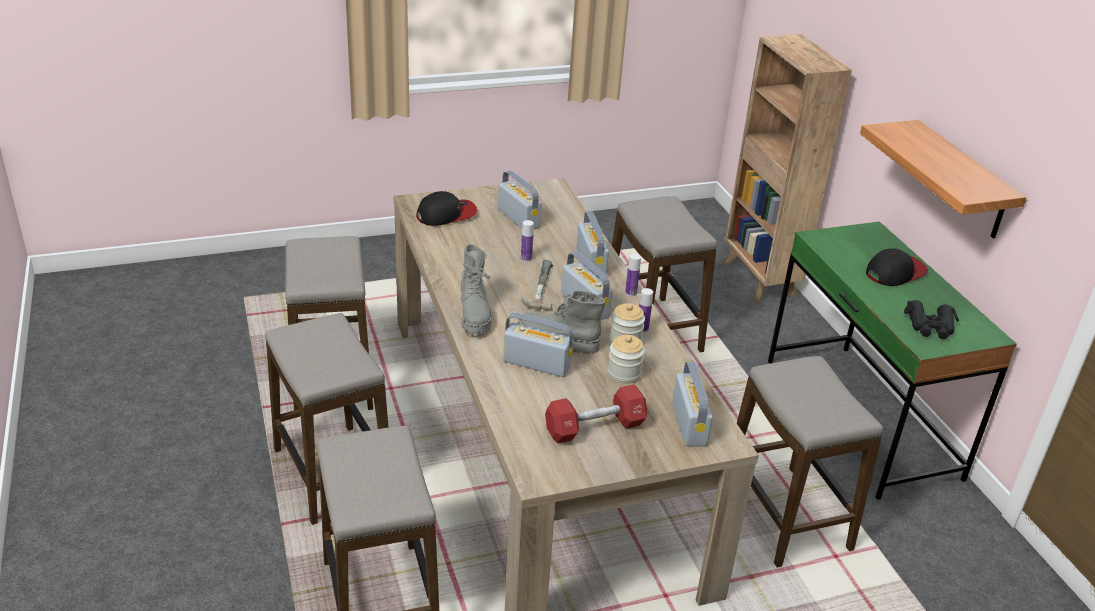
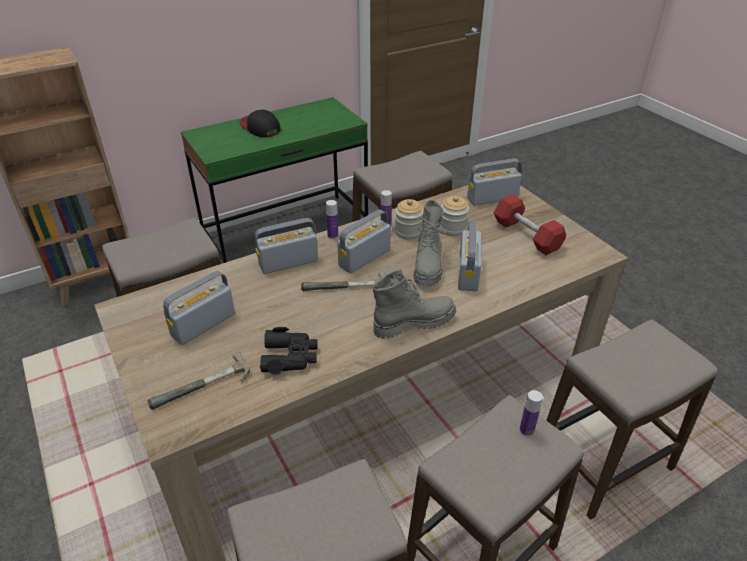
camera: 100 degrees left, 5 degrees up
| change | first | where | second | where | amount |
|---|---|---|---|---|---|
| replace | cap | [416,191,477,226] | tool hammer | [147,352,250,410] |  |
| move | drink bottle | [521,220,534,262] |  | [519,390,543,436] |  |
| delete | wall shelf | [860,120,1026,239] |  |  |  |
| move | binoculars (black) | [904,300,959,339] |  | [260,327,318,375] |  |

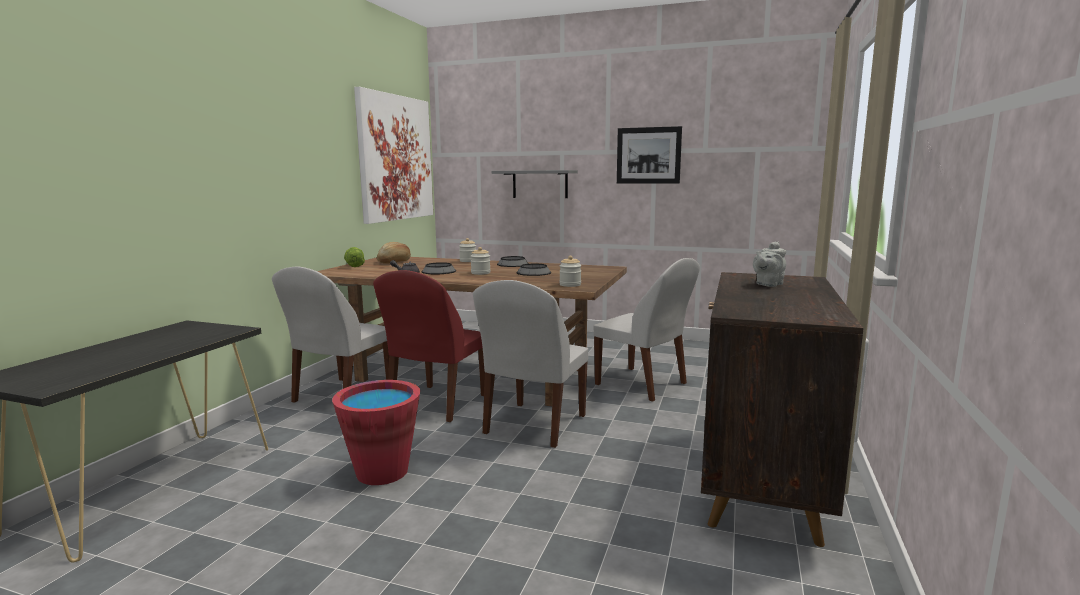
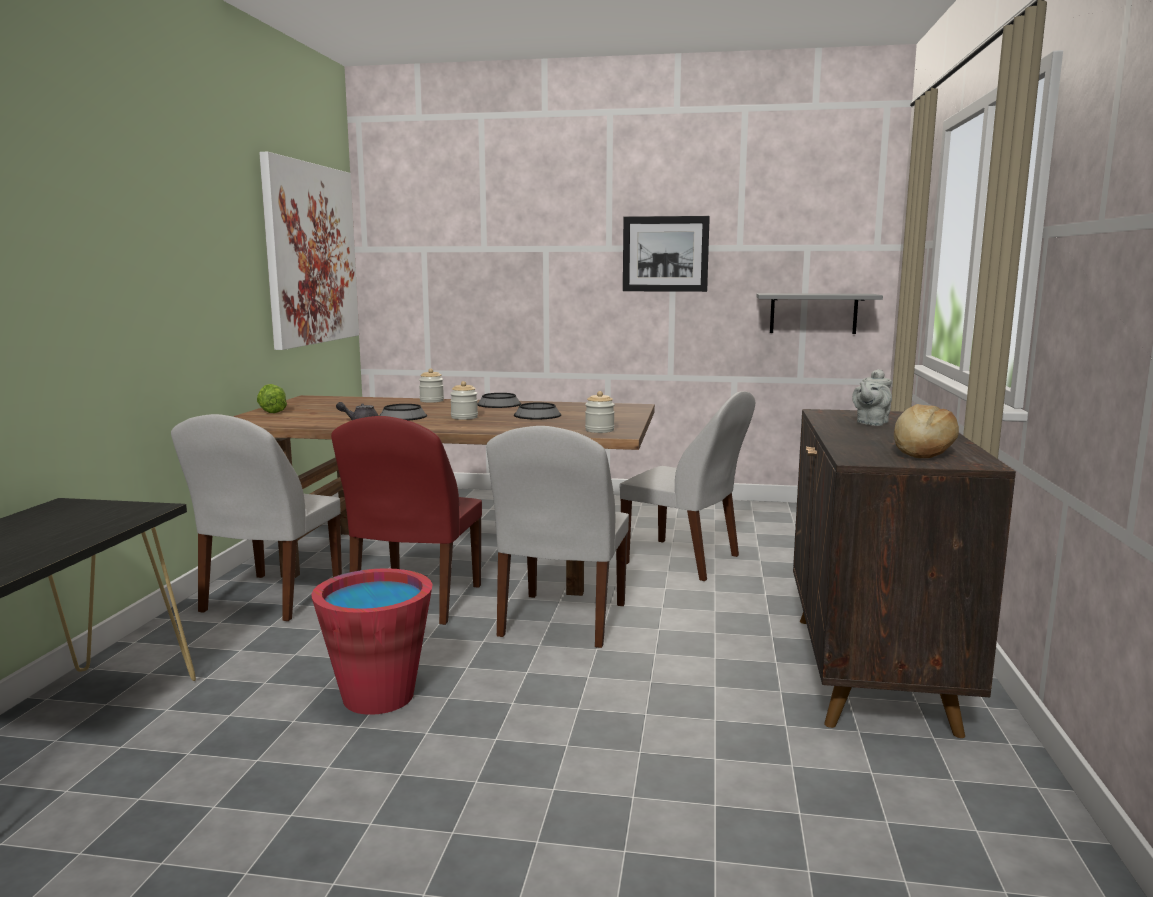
camera: 10 degrees left, 0 degrees up
| change | first | where | second | where | amount |
|---|---|---|---|---|---|
| move | bakery bread | [377,242,411,264] |  | [894,404,959,458] |  |
| move | wall shelf (greyish) | [492,170,578,198] |  | [756,293,883,334] |  |

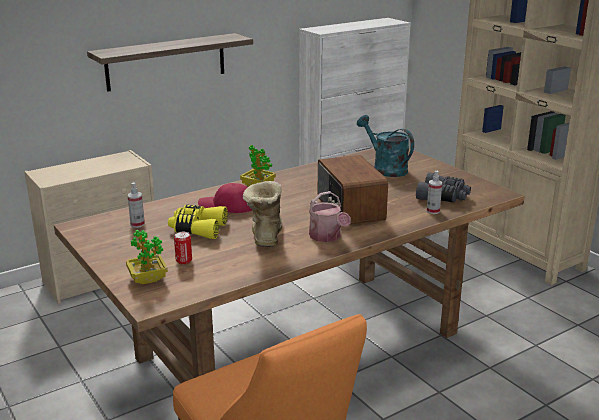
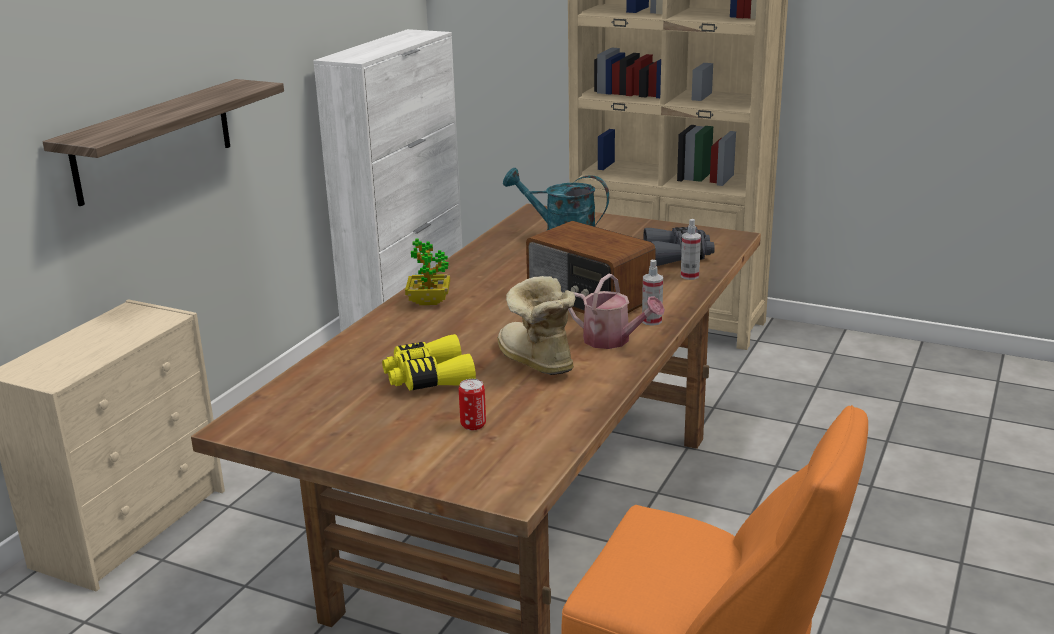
camera: 30 degrees left, 0 degrees up
| change | first | where | second | where | amount |
|---|---|---|---|---|---|
| delete | plant in a pot | [126,230,168,284] |  |  |  |
| move | hand sprayer | [128,182,145,228] |  | [642,260,663,326] |  |
| delete | cap (red-coloured) | [198,183,252,213] |  |  |  |

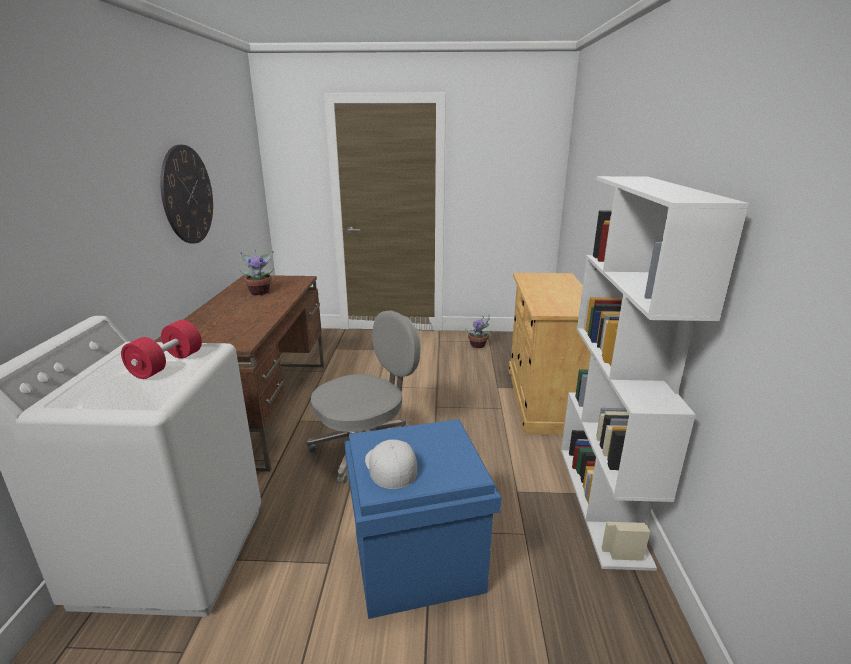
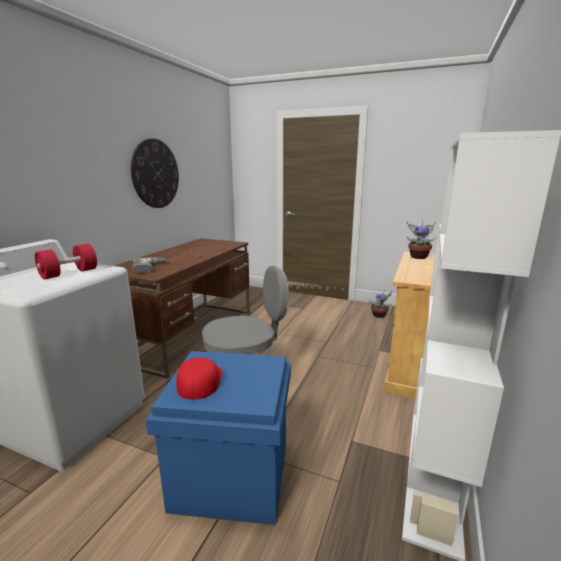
camera: 20 degrees right, 5 degrees down
| change | first | where | second | where | amount |
|---|---|---|---|---|---|
| move | plant in a pot | [239,250,274,295] |  | [406,220,436,259] |  |
| recolor | cap (white) | [365,440,417,489] | cap (red-coloured) | [176,357,222,400] |  |
| insert |  |  | electric drill | [133,257,167,274] |  |

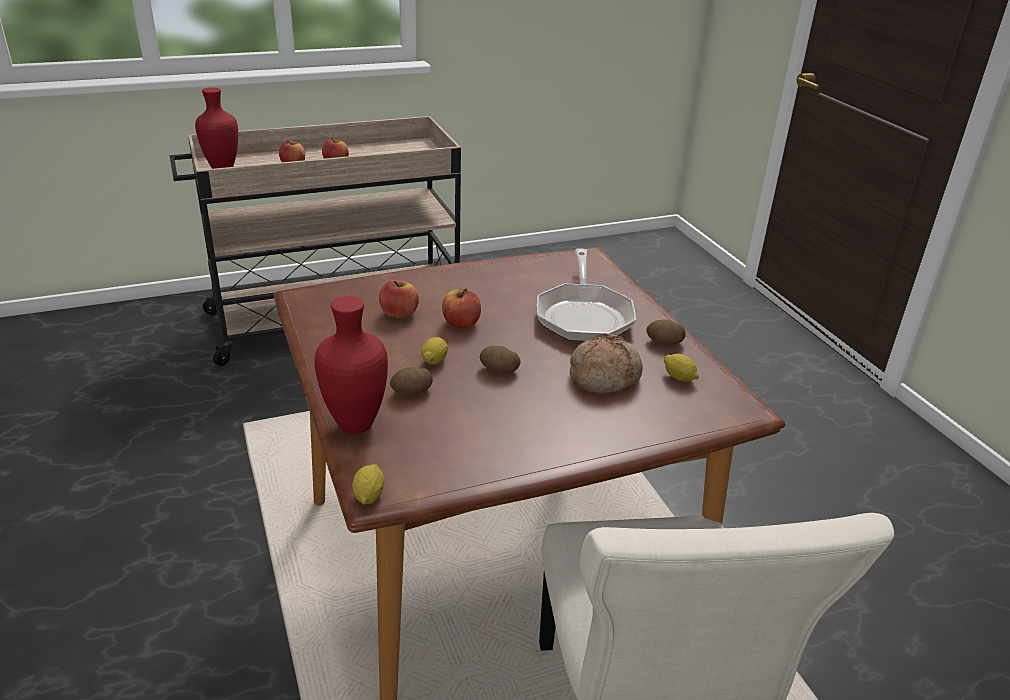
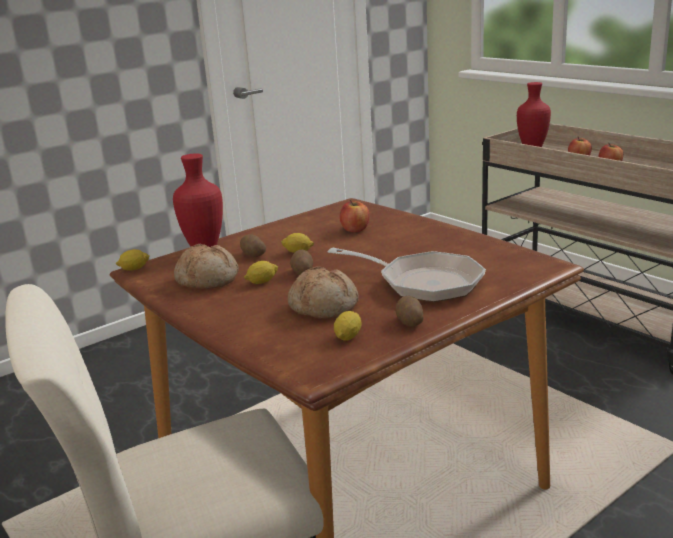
camera: 75 degrees right, 10 degrees down
| change | first | where | second | where | amount |
|---|---|---|---|---|---|
| delete | apple fruit | [442,289,481,328] |  |  |  |
| rotate | frying pan | [537,248,636,342] |  | [328,248,486,302] | 135 degrees counterclockwise |
| insert |  |  | bakery bread | [174,244,239,289] |  |
| insert |  |  | whole lemon | [244,261,278,284] |  |

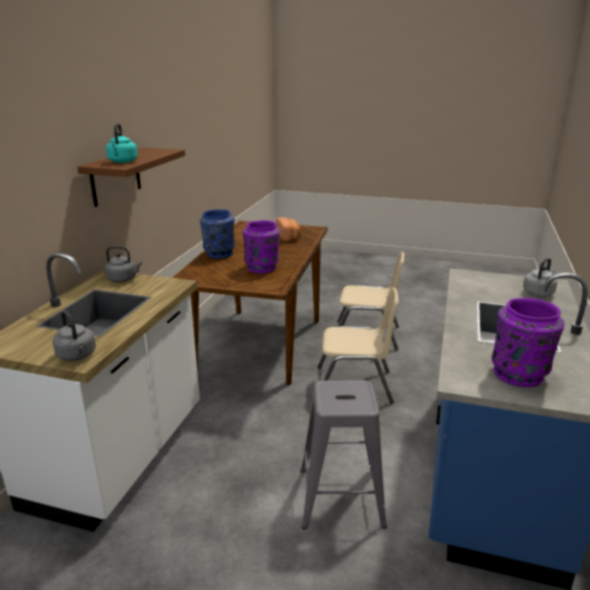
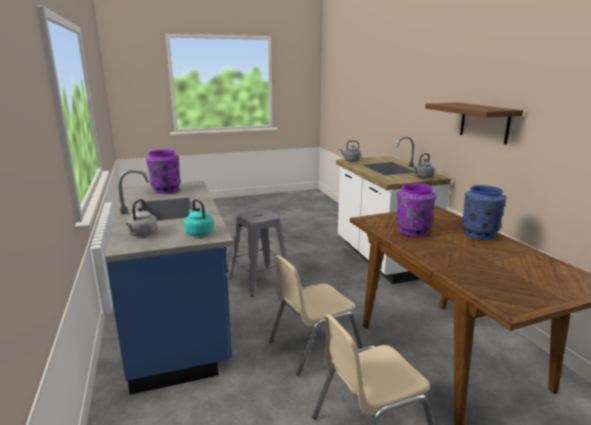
camera: 145 degrees right, 5 degrees down
| change | first | where | second | where | amount |
|---|---|---|---|---|---|
| move | water kettle (blue-green) | [106,123,138,163] |  | [184,199,213,236] |  |
| delete | bakery bread | [276,217,301,241] |  |  |  |

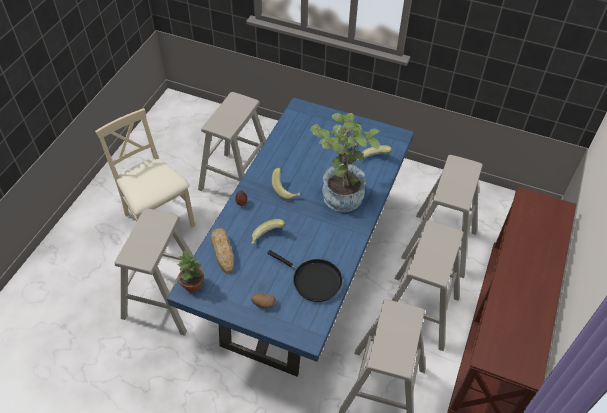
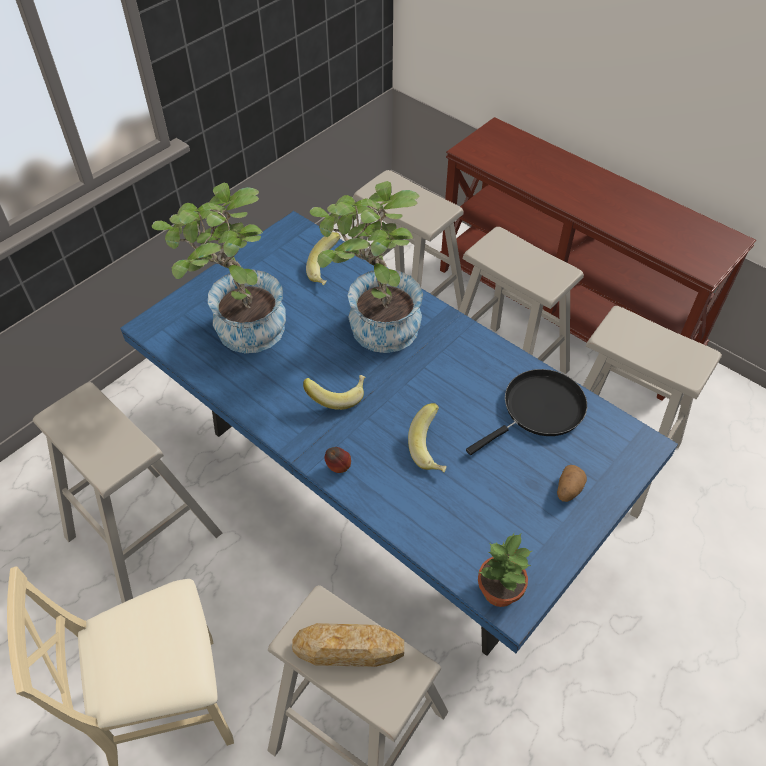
camera: 70 degrees left, 0 degrees up
| change | first | where | second | where | amount |
|---|---|---|---|---|---|
| move | bakery bread | [211,228,234,274] |  | [292,623,404,667] |  |
| insert |  |  | plant in a pot | [152,183,286,353] |  |

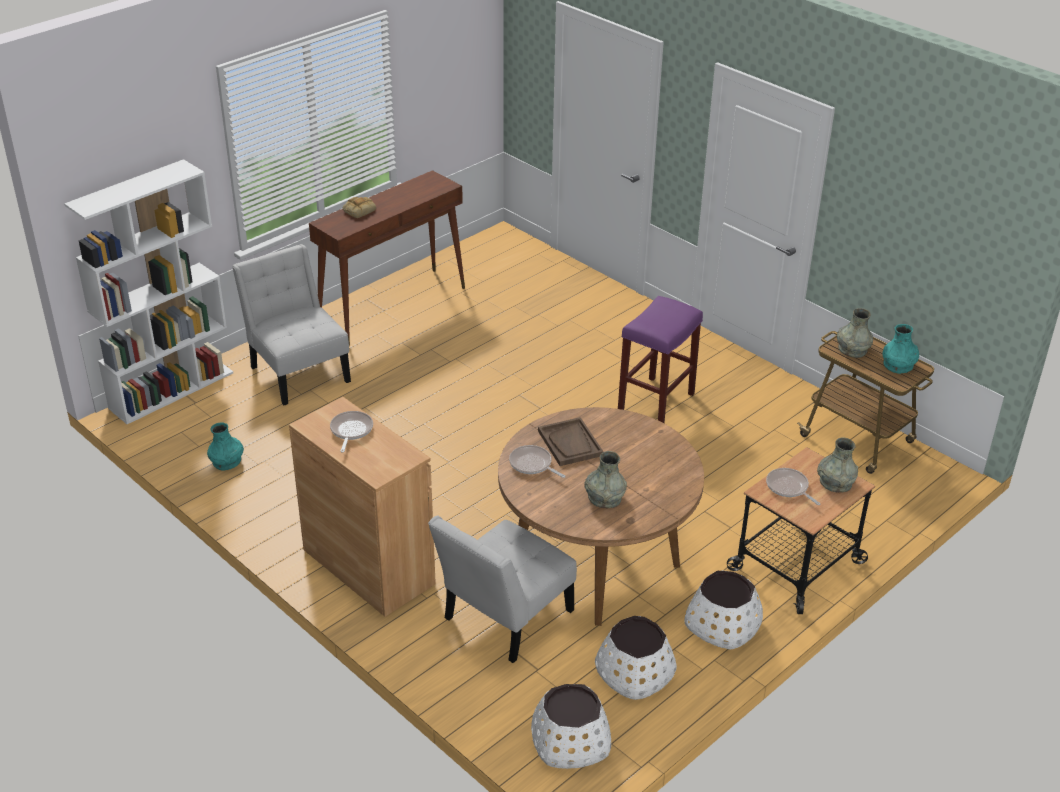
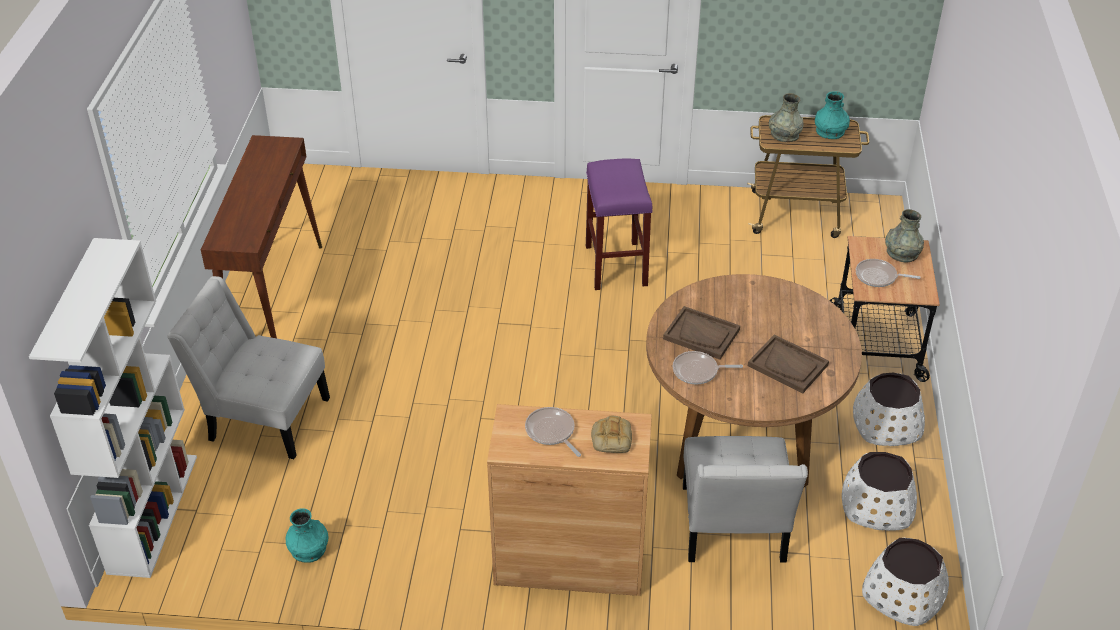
camera: 40 degrees left, 5 degrees up
| change | first | where | second | where | amount |
|---|---|---|---|---|---|
| move | bakery bread | [343,197,376,218] |  | [591,415,632,453] |  |
| replace | vase (greyish) | [584,451,627,508] | serving tray (brown) | [748,335,829,393] |  |

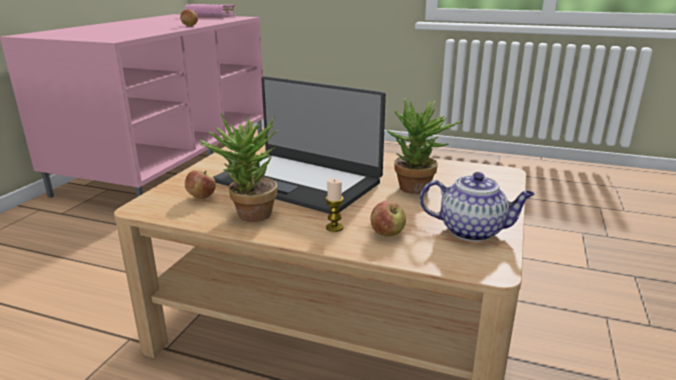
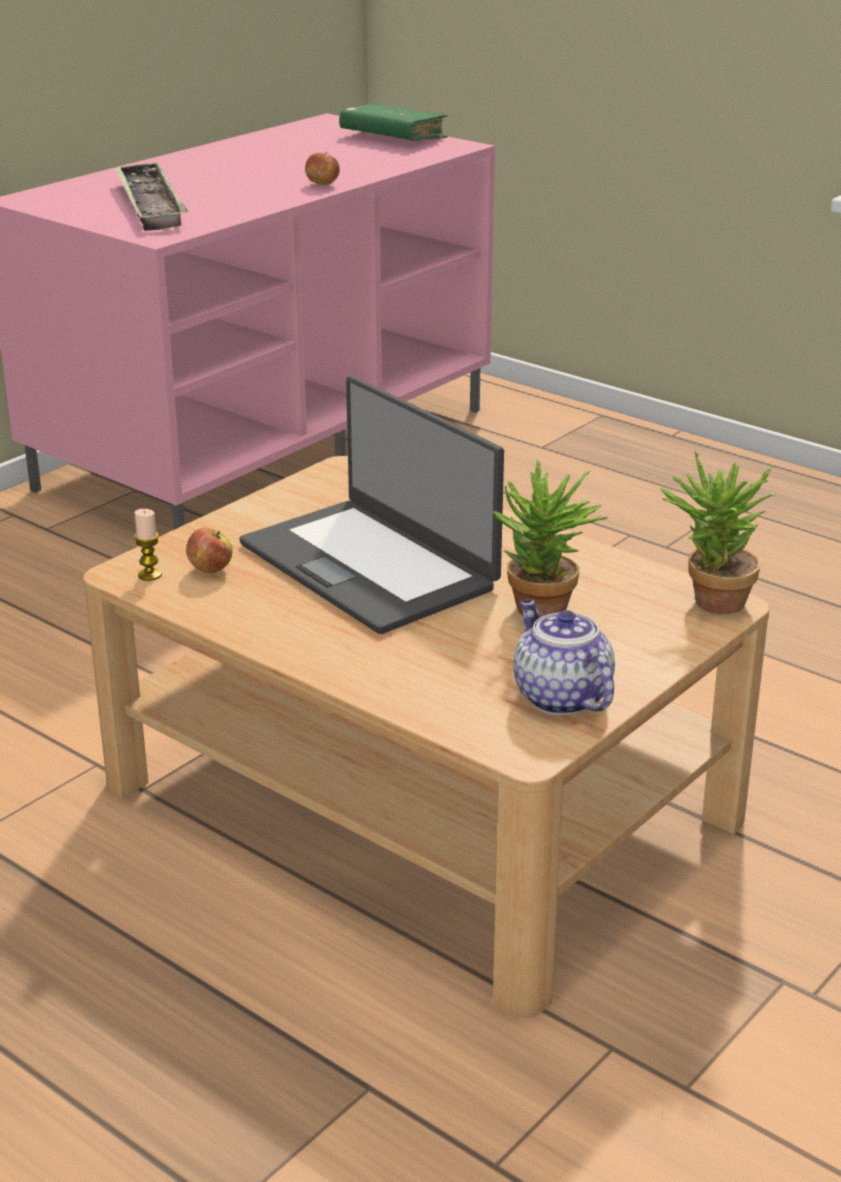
camera: 20 degrees right, 5 degrees up
| change | first | where | second | where | amount |
|---|---|---|---|---|---|
| recolor | bound book (pinkish) | [185,4,236,16] | bound book (green) | [339,104,448,141] |  |
| move | plant in a pot | [200,114,278,222] |  | [660,452,775,614] |  |
| move | wax light | [326,179,344,232] |  | [134,509,162,581] |  |
| delete | apple fruit | [370,201,406,237] |  |  |  |
| rotate | pot for tea | [420,172,535,241] |  | [514,599,615,715] | 150 degrees counterclockwise |
| insert |  |  | serving tray | [114,161,188,231] |  |

